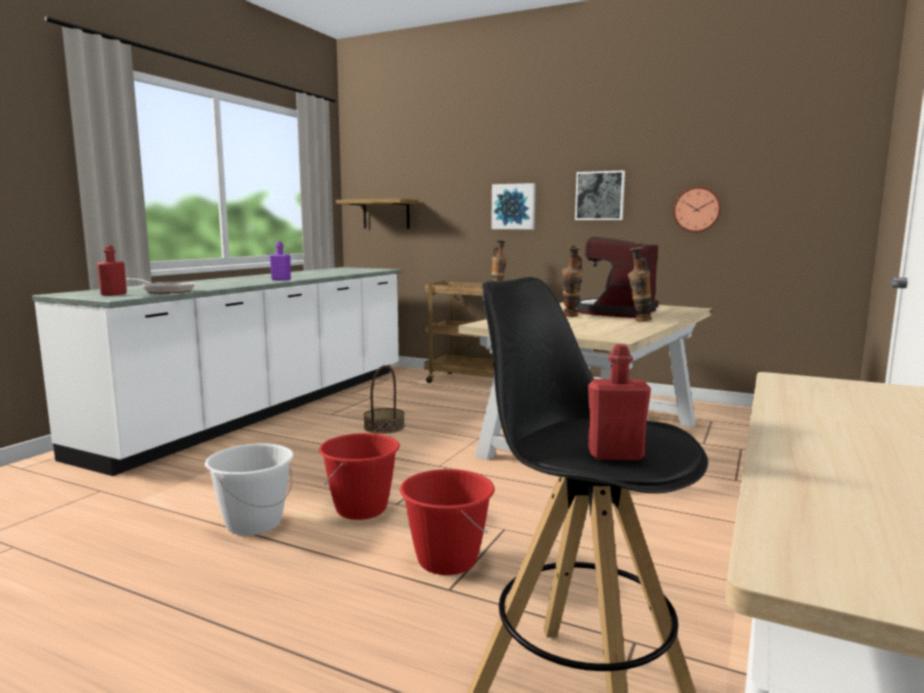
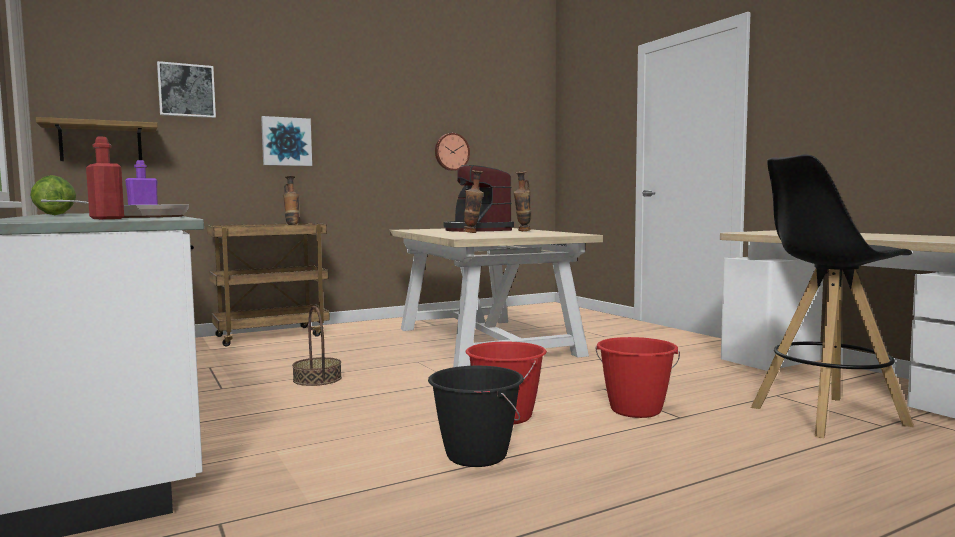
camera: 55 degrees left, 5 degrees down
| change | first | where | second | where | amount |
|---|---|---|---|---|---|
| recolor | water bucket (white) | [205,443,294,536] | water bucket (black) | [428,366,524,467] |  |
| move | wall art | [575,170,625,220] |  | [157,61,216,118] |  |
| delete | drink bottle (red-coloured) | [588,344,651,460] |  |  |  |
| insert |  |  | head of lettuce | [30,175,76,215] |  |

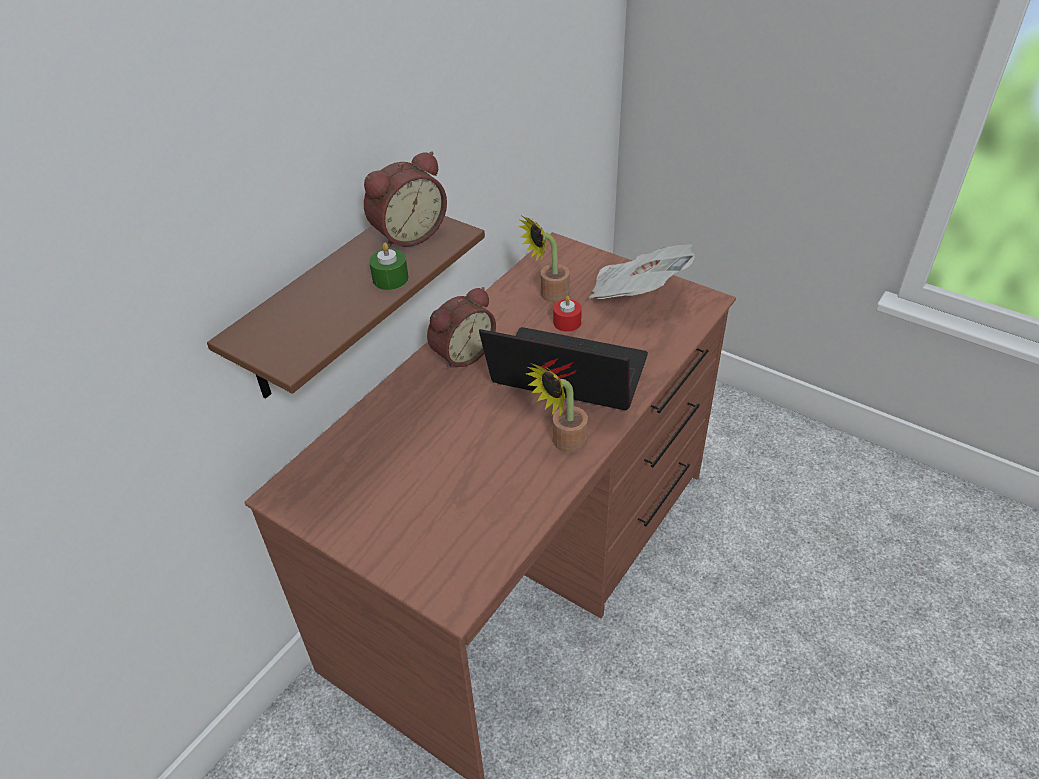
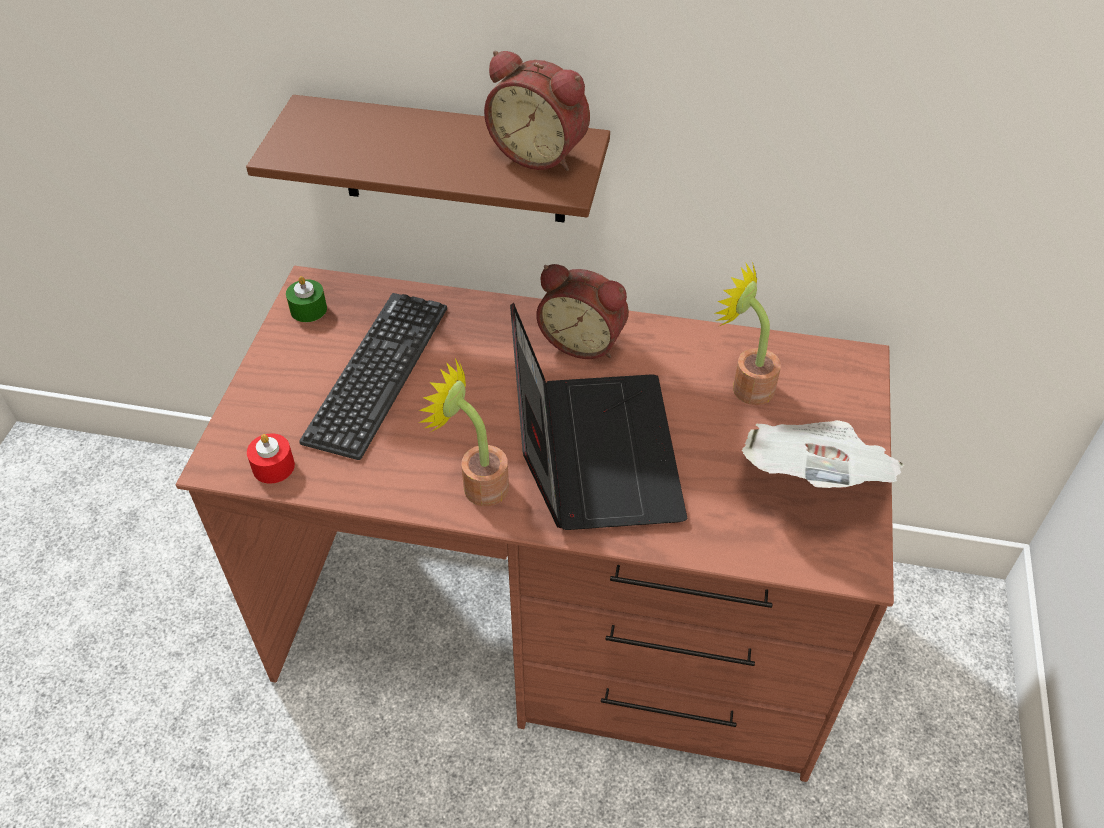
camera: 65 degrees right, 5 degrees up
| change | first | where | second | where | amount |
|---|---|---|---|---|---|
| move | wax light (green) | [369,242,409,290] |  | [286,276,327,322] |  |
| move | wax light (red-coloured) | [553,296,582,332] |  | [247,433,295,484] |  |
| insert |  |  | keyboard | [299,293,447,460] |  |

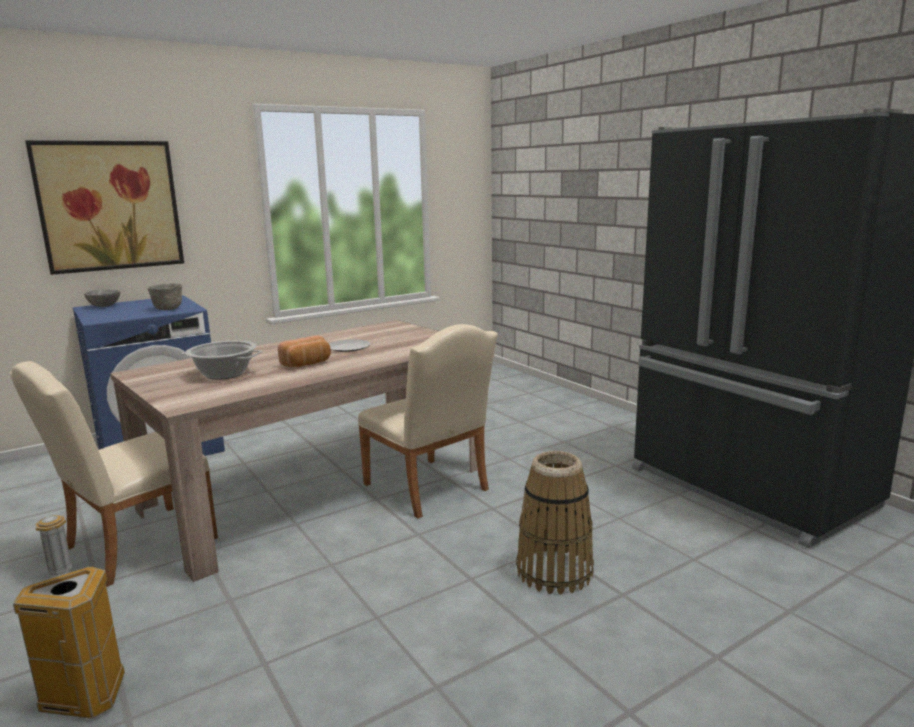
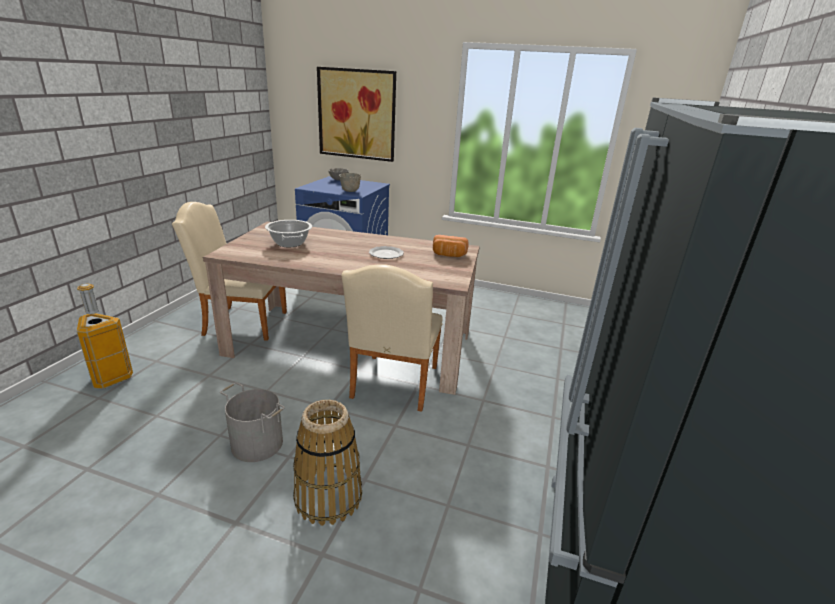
camera: 50 degrees right, 10 degrees up
| change | first | where | second | where | amount |
|---|---|---|---|---|---|
| move | bakery bread | [278,335,331,367] |  | [433,235,469,257] |  |
| insert |  |  | water bucket (greyish) | [220,382,285,462] |  |

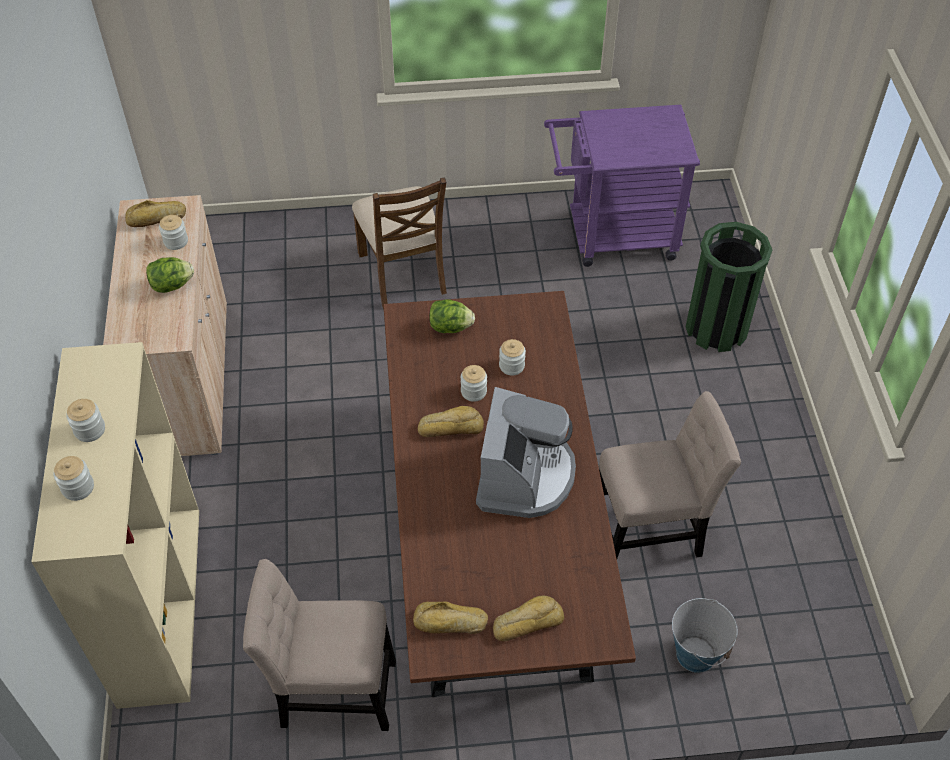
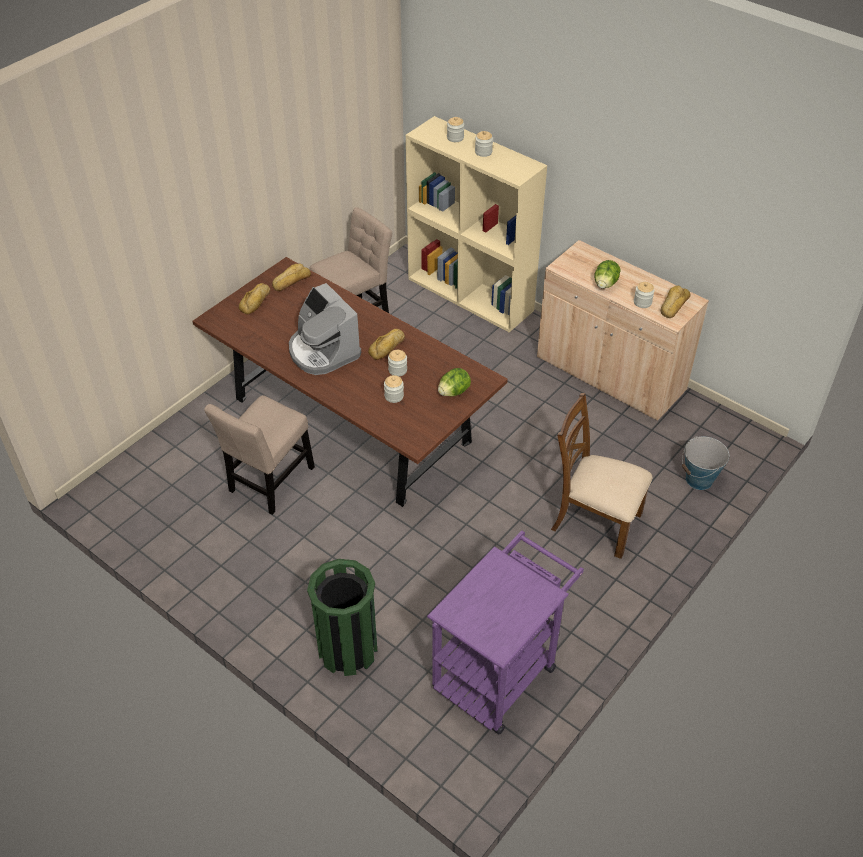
camera: 135 degrees right, 5 degrees down
| change | first | where | second | where | amount |
|---|---|---|---|---|---|
| move | water bucket | [672,598,738,673] |  | [682,436,729,490] |  |

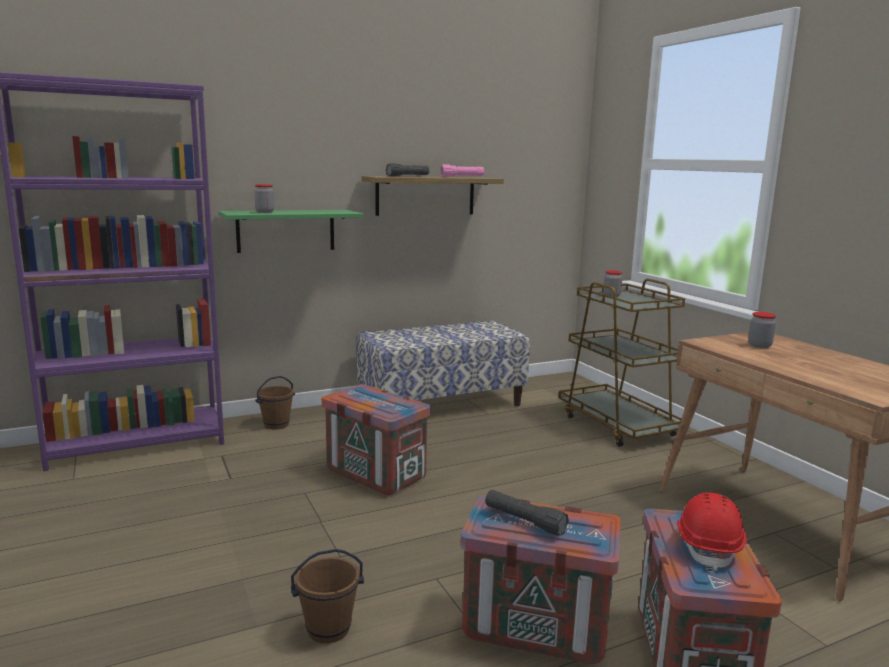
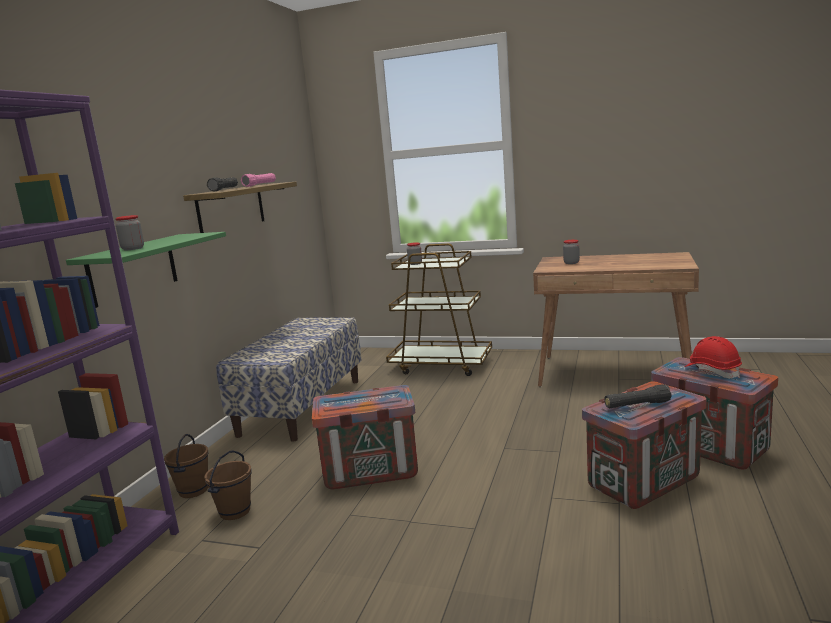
camera: 45 degrees left, 0 degrees up
| change | first | where | second | where | amount |
|---|---|---|---|---|---|
| move | water bucket (brown) | [291,549,364,643] |  | [204,450,251,520] |  |

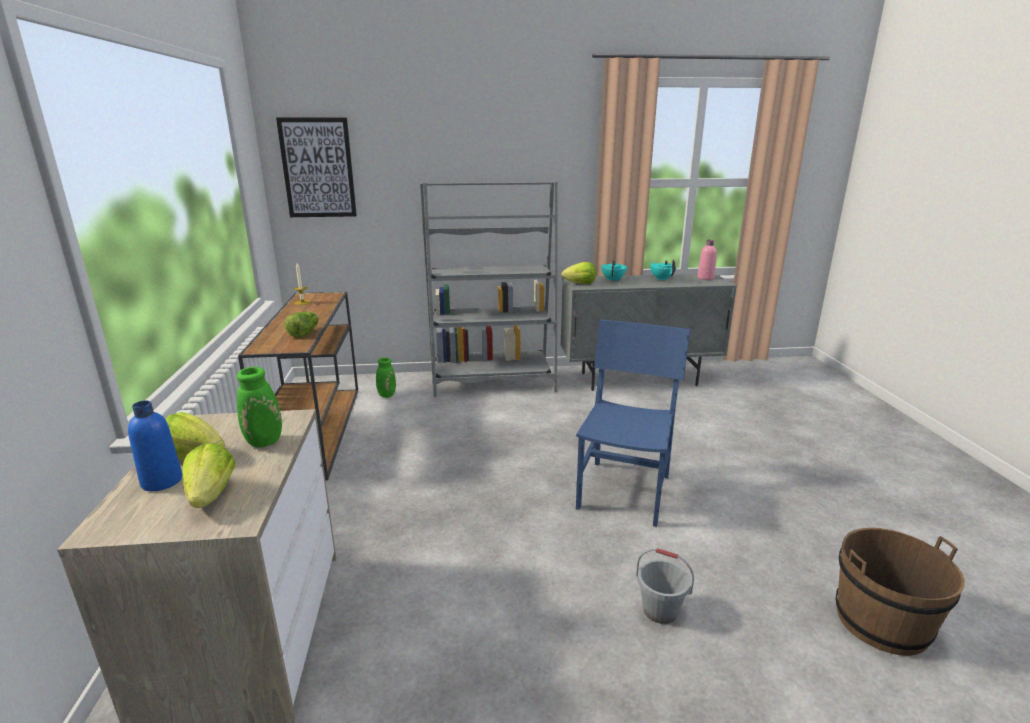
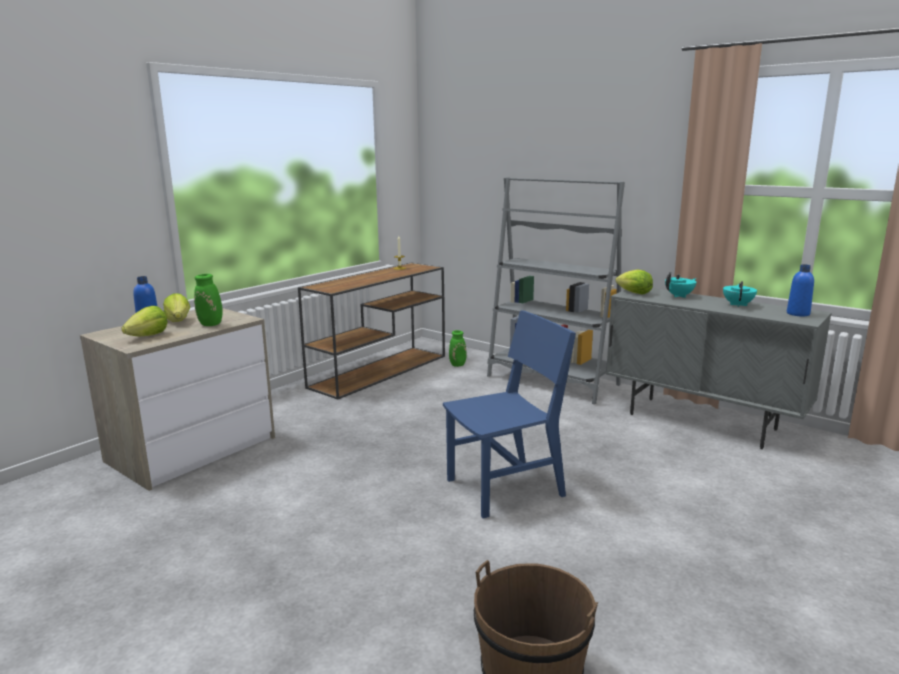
camera: 45 degrees right, 5 degrees down
| change | first | where | second | where | amount |
|---|---|---|---|---|---|
| delete | wall art | [276,118,357,217] |  |  |  |
| delete | head of lettuce | [284,311,319,338] |  |  |  |
| delete | water bucket (greyish) | [636,548,694,624] |  |  |  |
| recolor | drink bottle (pinkish) | [697,240,717,280] | drink bottle (bluish) | [787,264,814,317] |  |

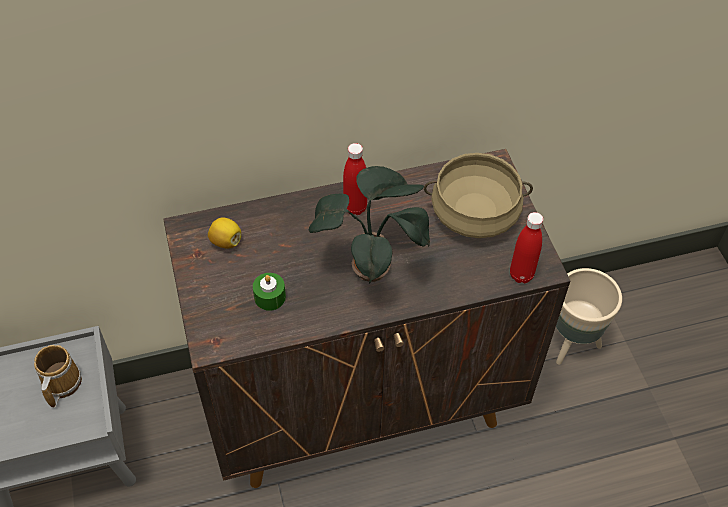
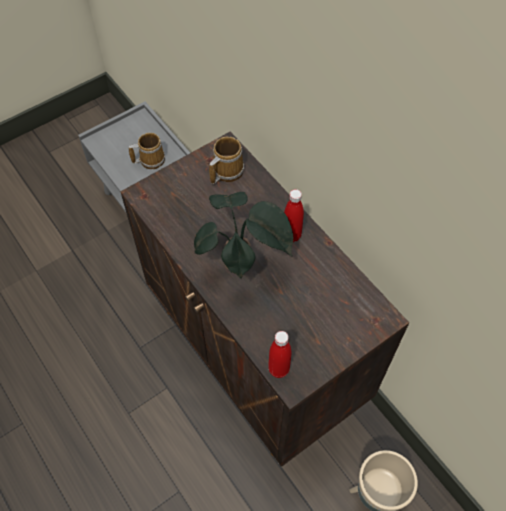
camera: 70 degrees right, 5 degrees up
| change | first | where | second | where | amount |
|---|---|---|---|---|---|
| replace | whole lemon | [208,217,241,249] | tea mug | [209,137,244,184] |  |
| delete | wax light (green) | [253,273,286,311] |  |  |  |
| delete | cooking pot (beige) | [424,153,533,238] |  |  |  |

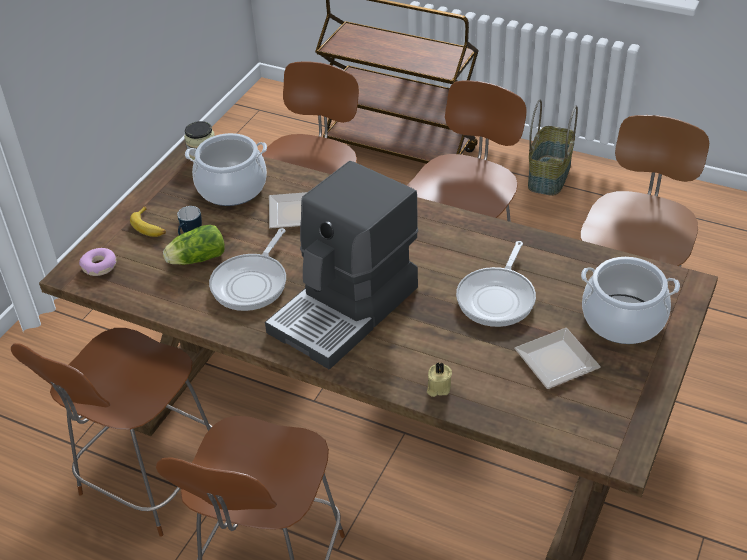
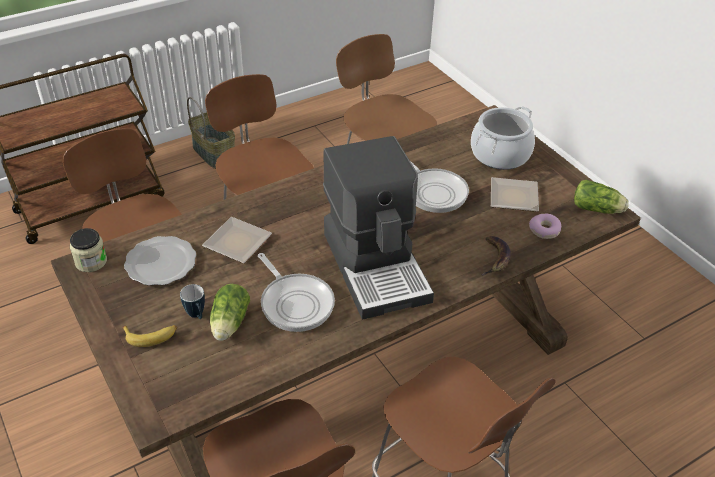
camera: 60 degrees left, 0 degrees up
| change | first | where | second | where | amount |
|---|---|---|---|---|---|
| move | donut | [79,248,116,276] |  | [529,214,561,239] |  |
| replace | cooking pot | [185,133,267,206] | flat dish | [124,236,196,285] |  |
| replace | wax light (beige) | [427,362,452,397] | banana fruit | [482,236,511,275] |  |
| insert |  |  | head of lettuce | [574,180,629,214] |  |

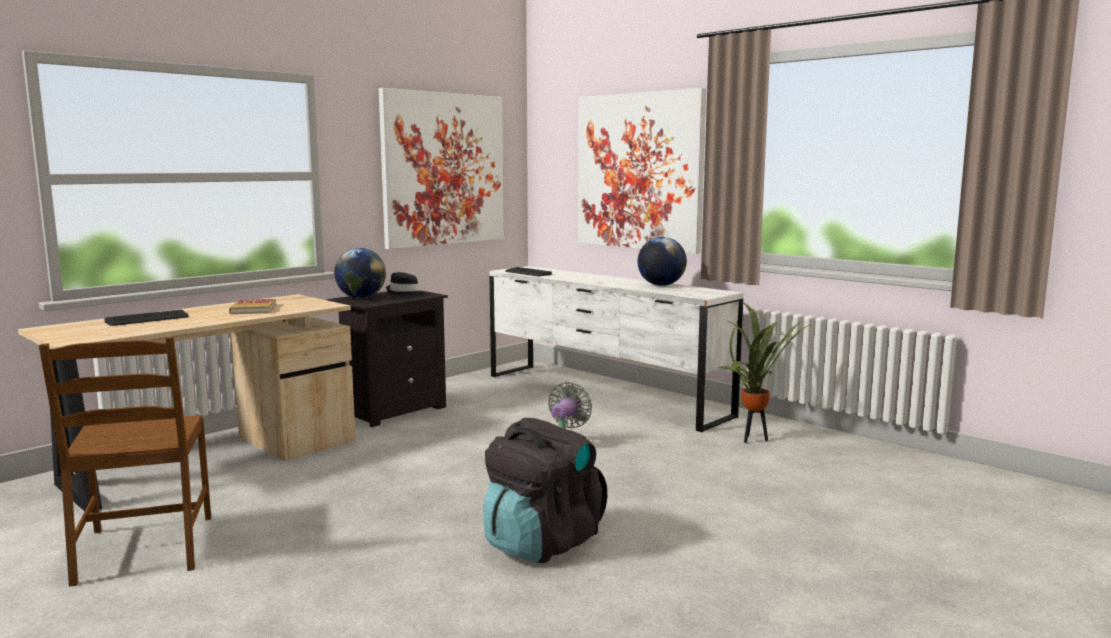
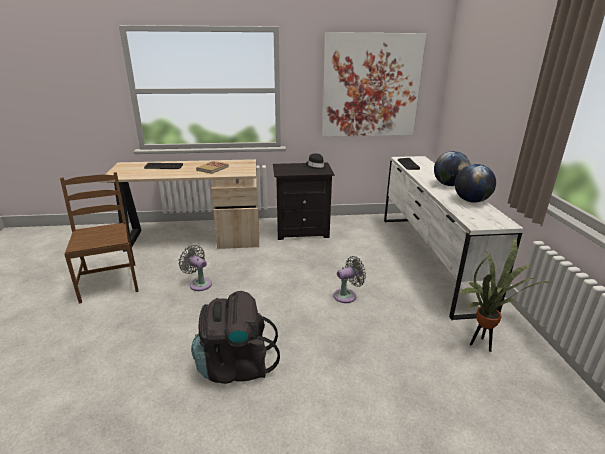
camera: 40 degrees right, 15 degrees up
| change | first | where | second | where | amount |
|---|---|---|---|---|---|
| rotate | upright chair (brown) | [39,336,211,587] |  | [60,172,139,304] | 135 degrees clockwise |
| move | globe | [334,248,386,298] |  | [434,151,470,186] |  |
| delete | wall art | [578,88,706,254] |  |  |  |
| insert |  |  | electric fan (greyish) | [179,245,212,291] |  |

